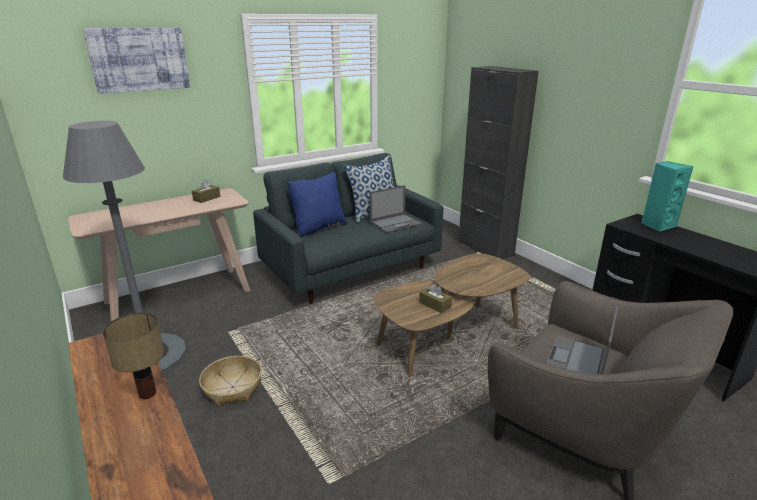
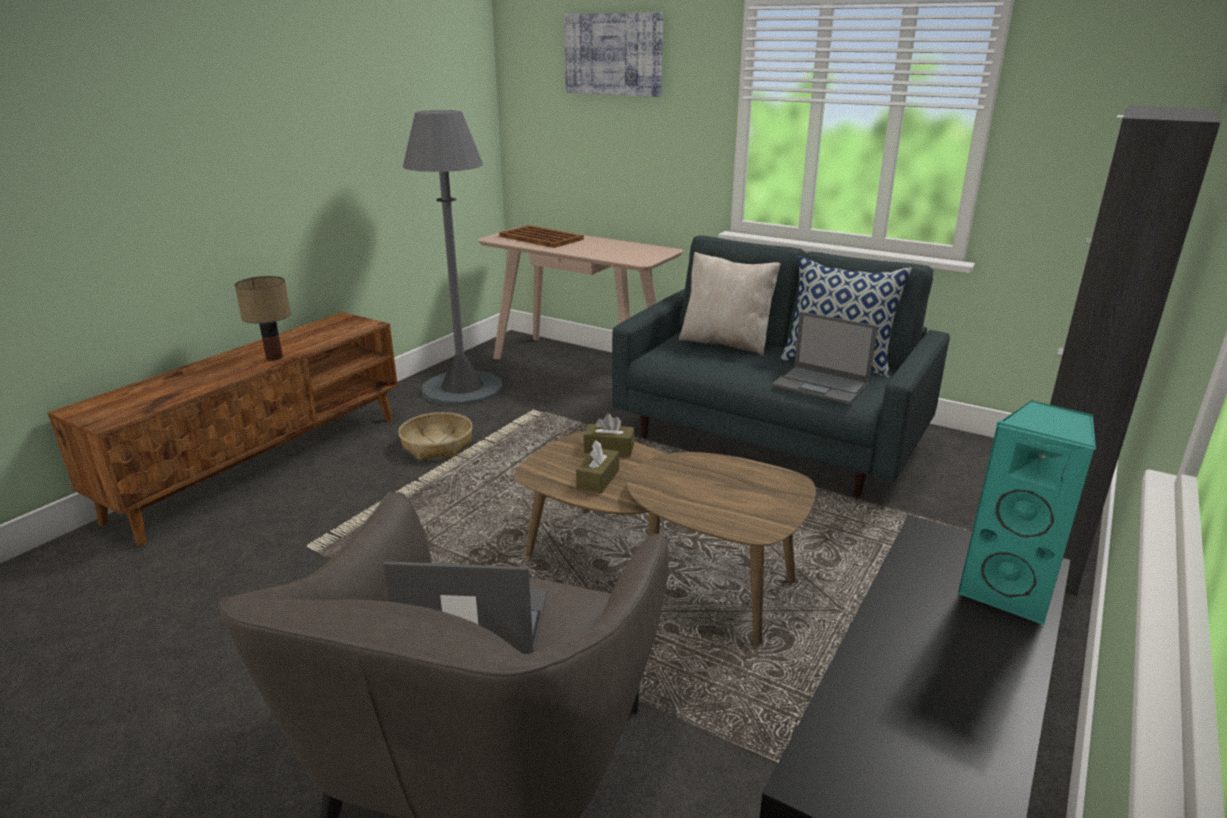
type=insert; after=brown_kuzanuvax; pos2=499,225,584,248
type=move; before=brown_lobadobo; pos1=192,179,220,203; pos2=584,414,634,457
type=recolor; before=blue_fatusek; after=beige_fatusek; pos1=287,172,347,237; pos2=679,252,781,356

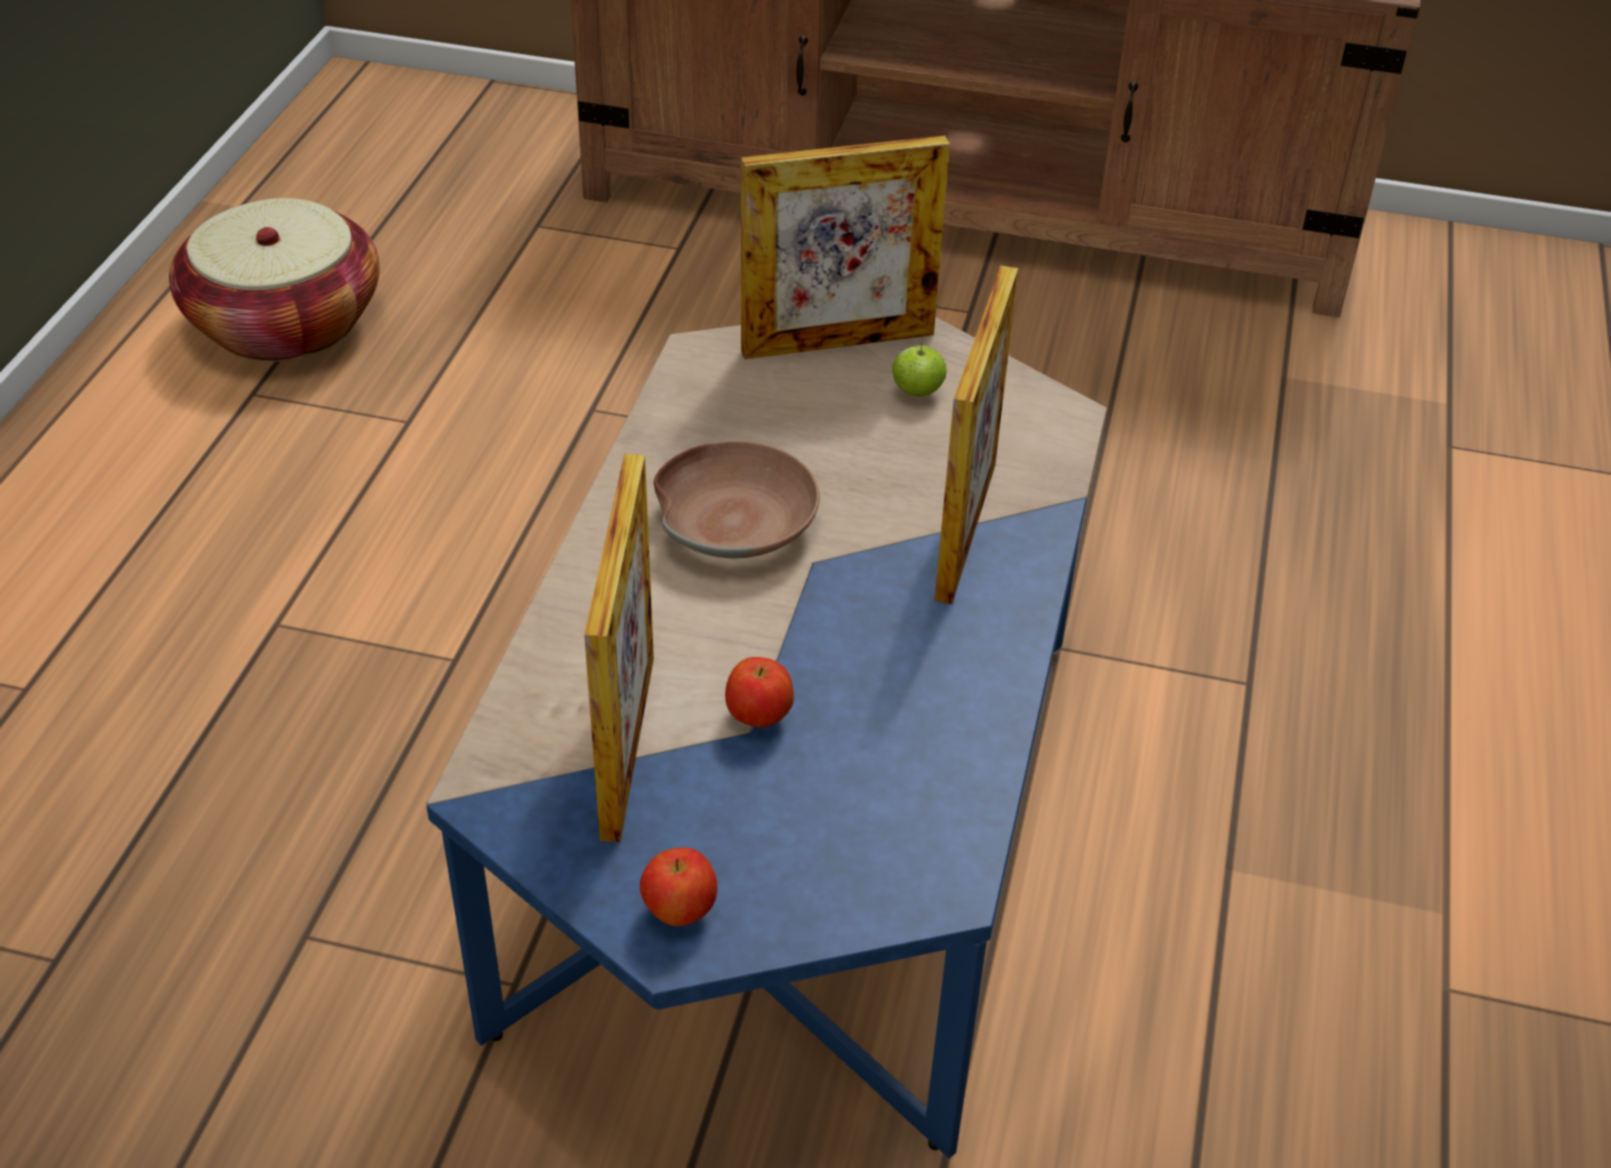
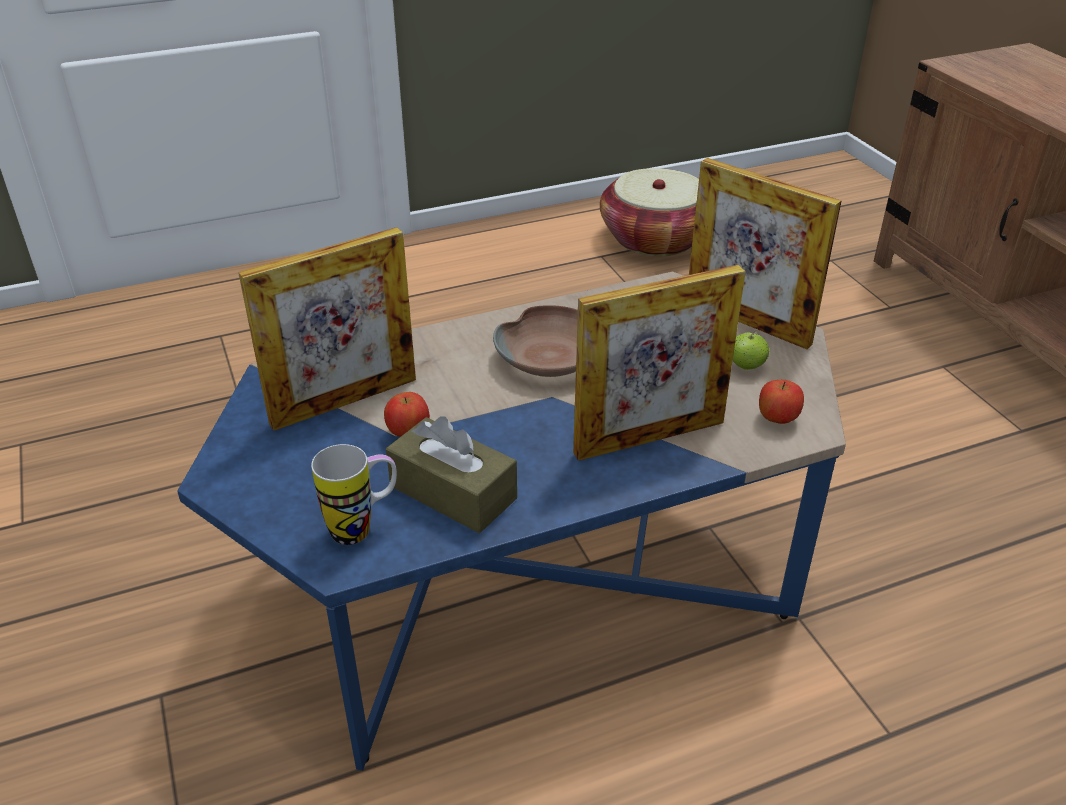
type=insert; after=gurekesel; pos2=311,444,397,545
type=insert; after=brown_lobadobo; pos2=386,416,517,533
type=move; before=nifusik; pos1=640,848,717,926; pos2=759,380,804,424

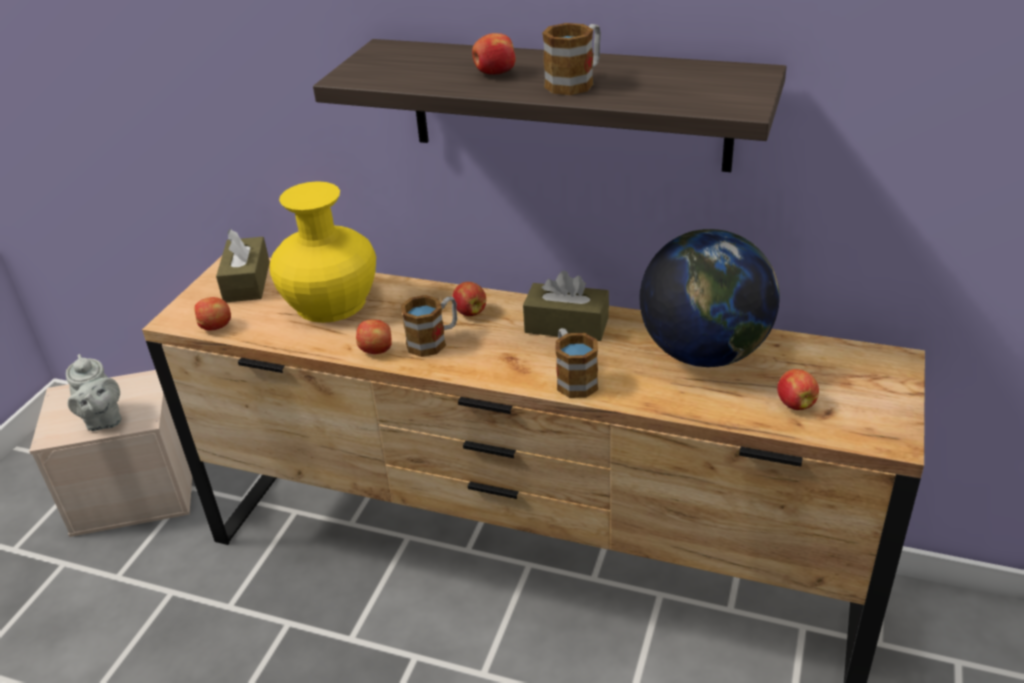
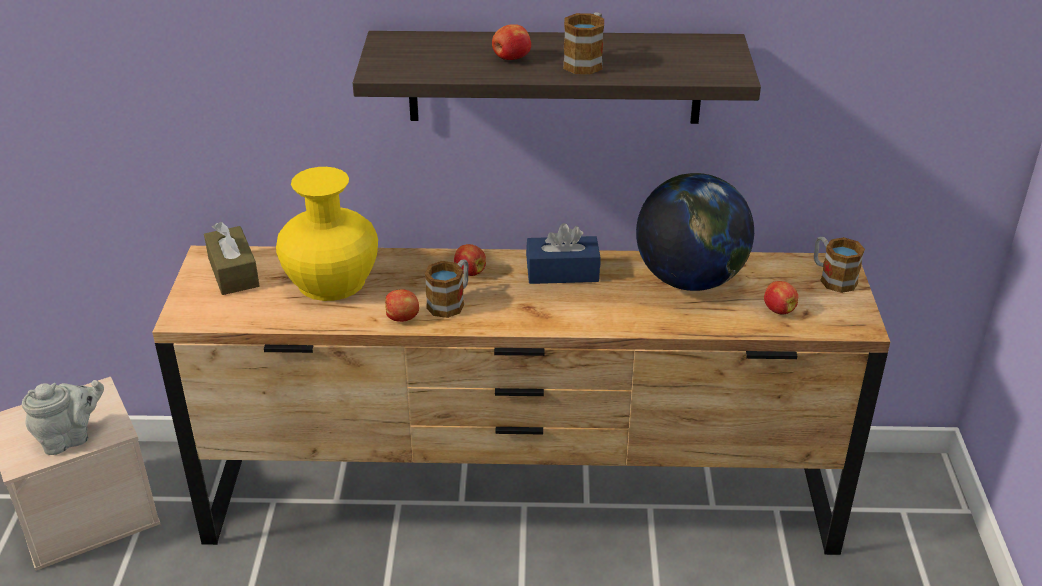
type=rotate; before=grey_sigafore; pos1=66,354,121,431; pos2=22,380,104,455; turn=-75
type=recolor; before=brown_lobadobo; after=blue_lobadobo; pos1=523,270,609,341; pos2=526,223,601,284
type=move; before=gurekesel; pos1=556,328,598,398; pos2=814,237,865,293
type=delete; before=nifusik; pos1=194,297,231,330

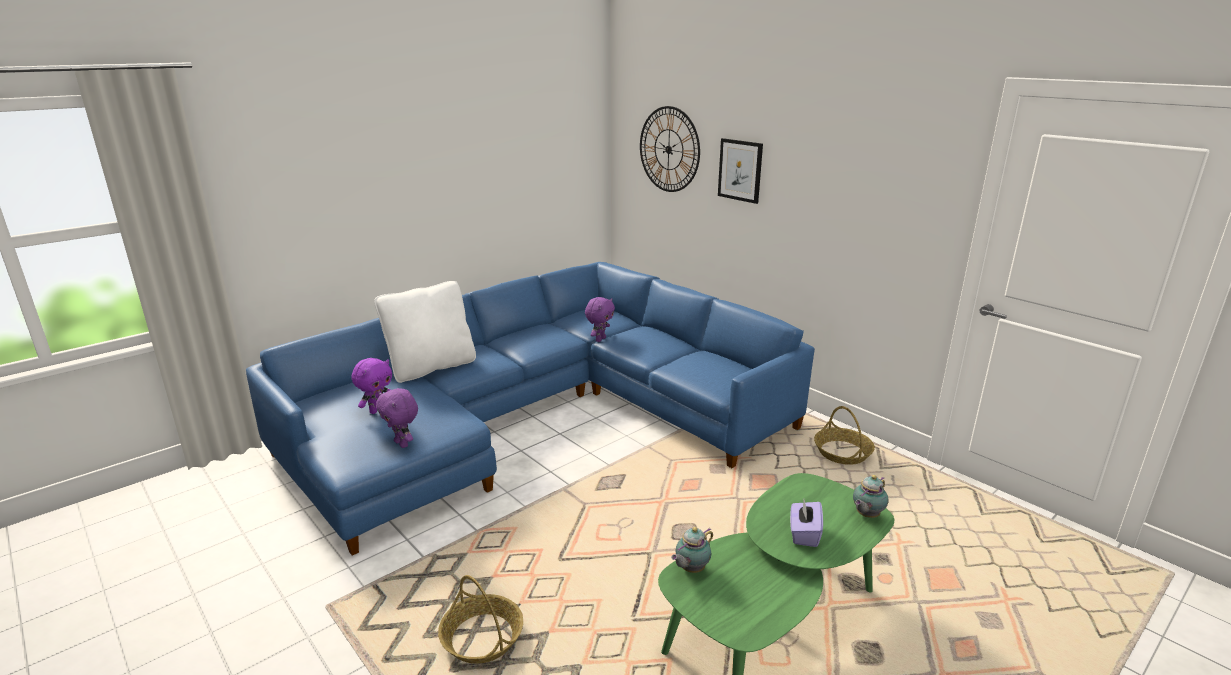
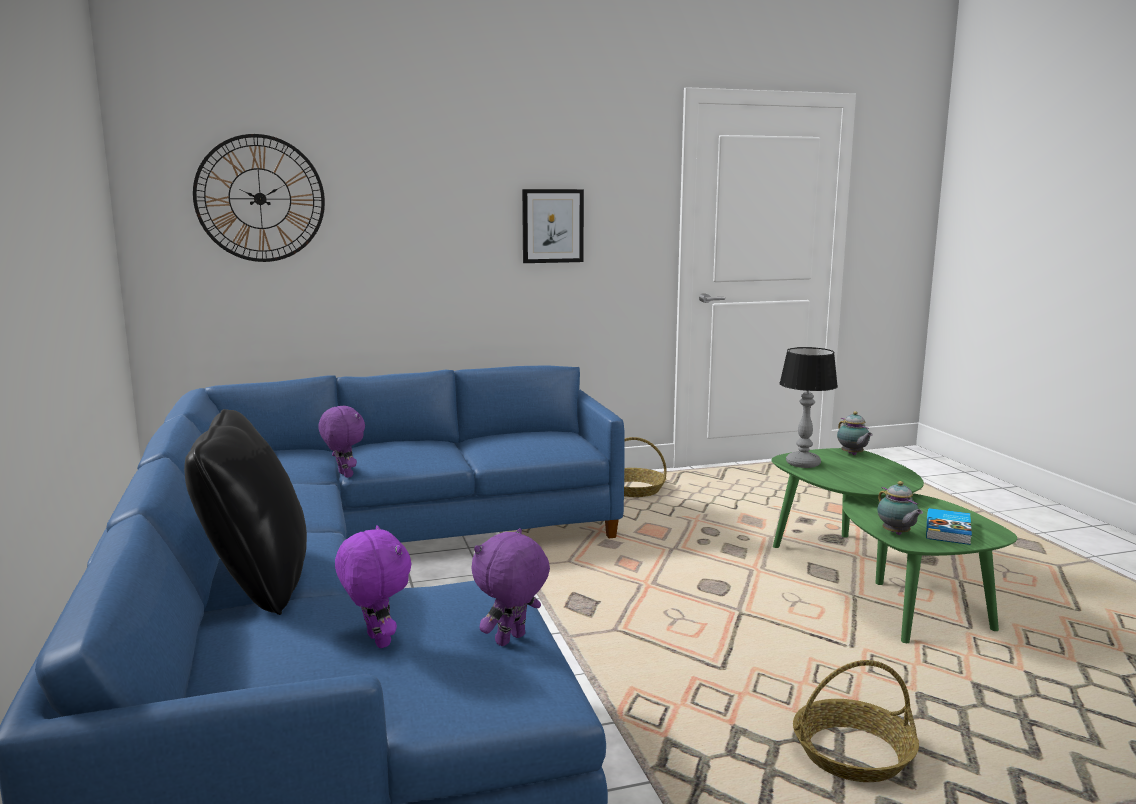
type=recolor; before=white_fatusek; after=black_fatusek; pos1=374,281,476,383; pos2=184,409,307,615
type=rotate; before=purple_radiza; pos1=376,388,418,448; pos2=471,528,550,646; turn=150
type=move; before=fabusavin; pos1=718,138,763,204; pos2=522,189,584,263
type=insert; after=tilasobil; pos2=779,347,838,468
type=insert; after=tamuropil; pos2=926,508,972,545
type=delete; before=purple_lobadobo; pos1=790,500,823,547

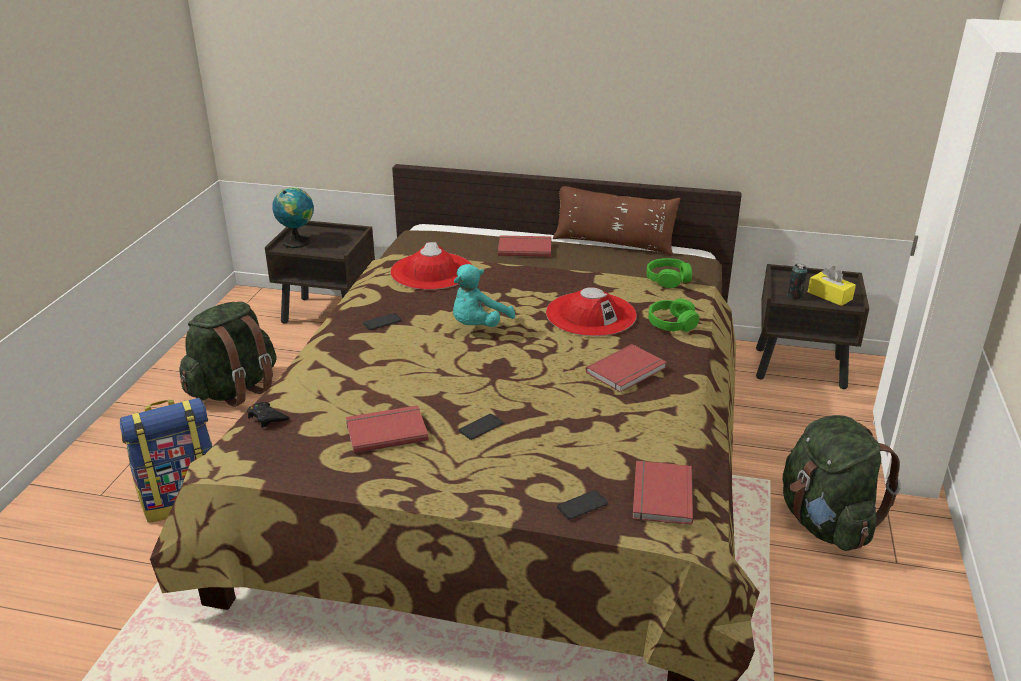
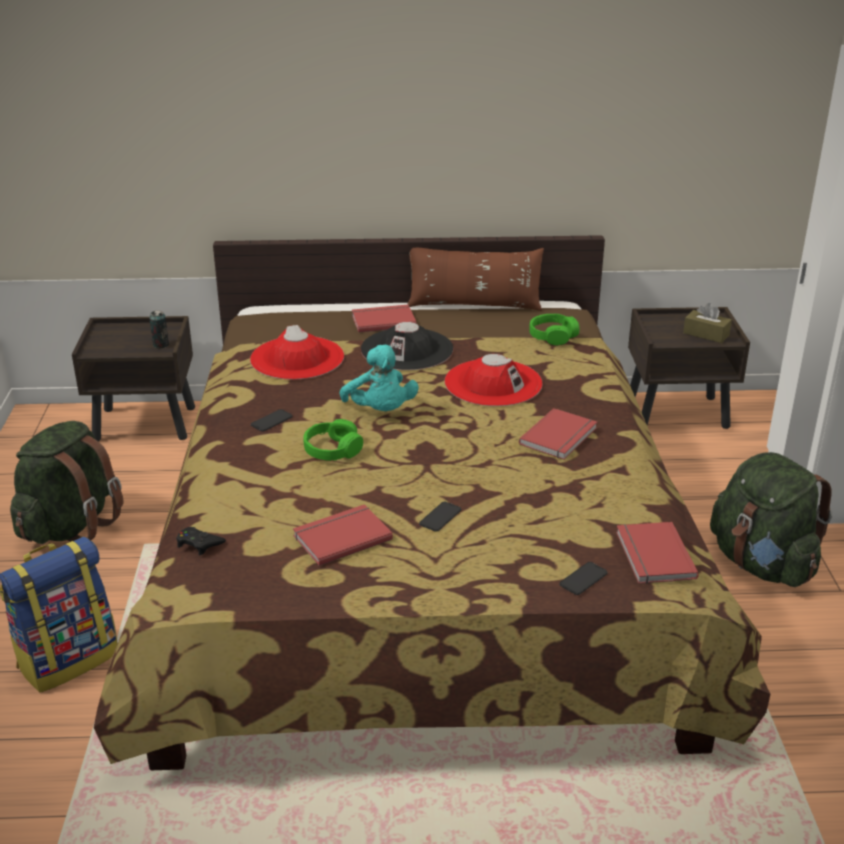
type=move; before=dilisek; pos1=788,264,807,300; pos2=149,310,169,348
type=move; before=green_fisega; pos1=648,299,699,332; pos2=304,419,363,461
type=rotate; before=turquoise_radiza; pos1=453,264,515,327; pos2=340,345,419,411; turn=-45
type=insert; after=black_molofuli; pos2=361,322,453,370
type=recolor; before=yellow_lobadobo; after=brown_lobadobo; pos1=808,266,856,306; pos2=683,303,732,343
type=delete; before=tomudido; pos1=272,187,314,248

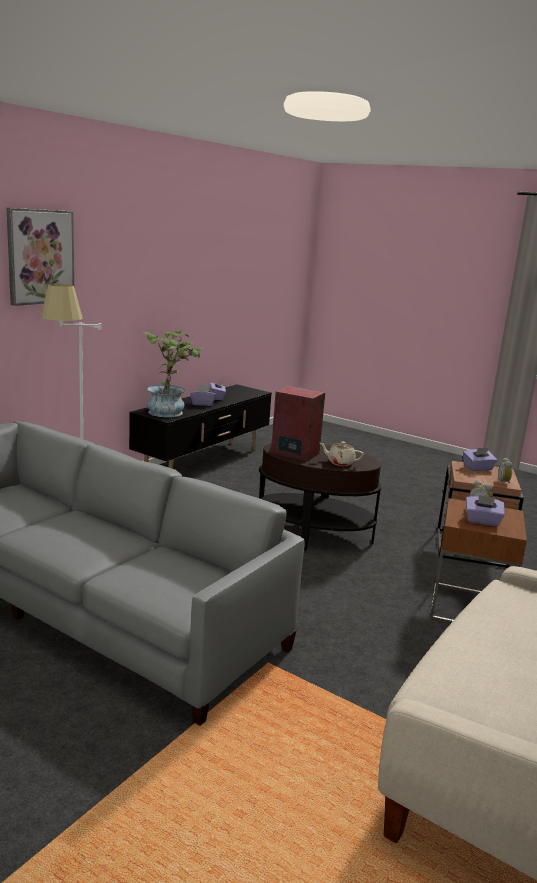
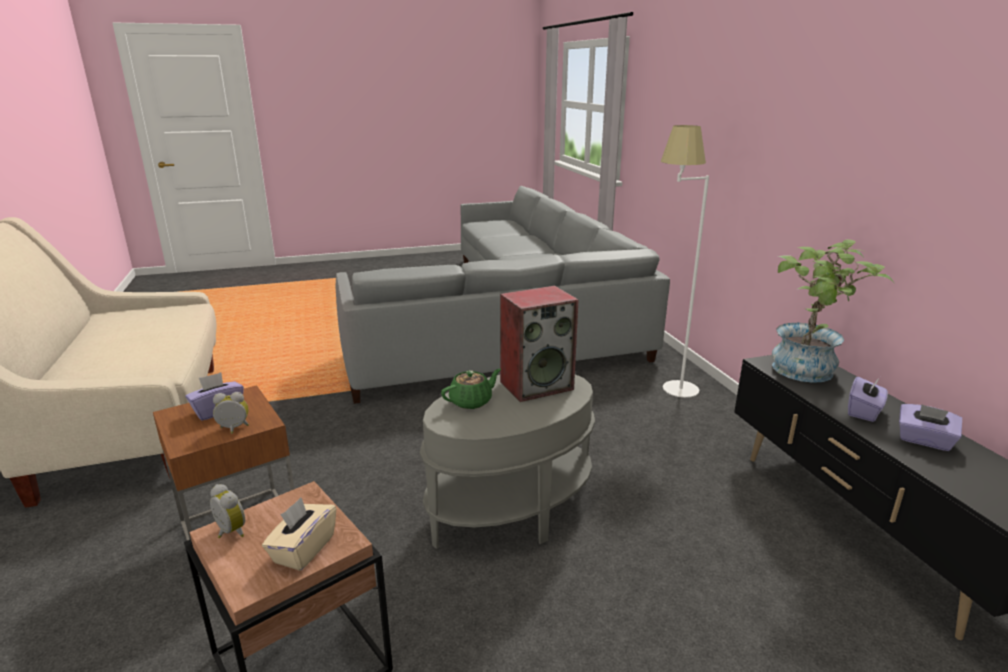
type=recolor; before=purple_lobadobo; after=beige_lobadobo; pos1=463,448,497,471; pos2=262,498,336,571
type=recolor; before=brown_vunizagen; after=grey_vunizagen; pos1=259,443,381,550; pos2=420,375,595,549
type=recolor; before=beige_sigafore; after=green_sigafore; pos1=320,442,364,466; pos2=441,369,501,409
type=delete; before=fabusavin; pos1=7,208,74,306

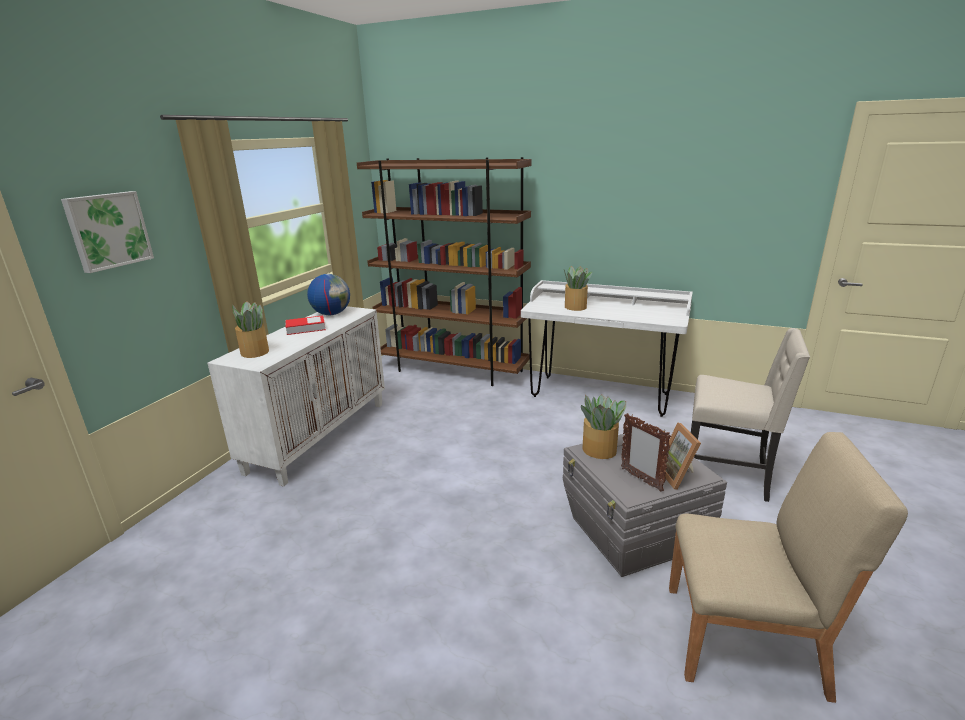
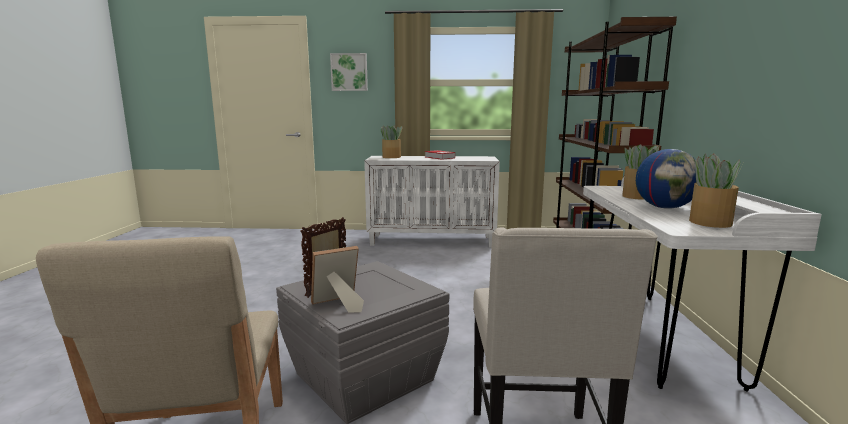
type=move; before=tomudido; pos1=307,274,350,315; pos2=636,149,697,209
type=move; before=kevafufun; pos1=581,394,627,459; pos2=689,153,745,228

